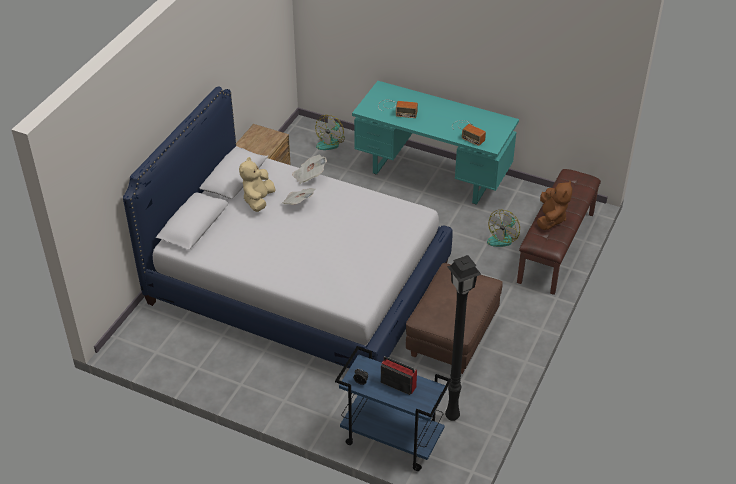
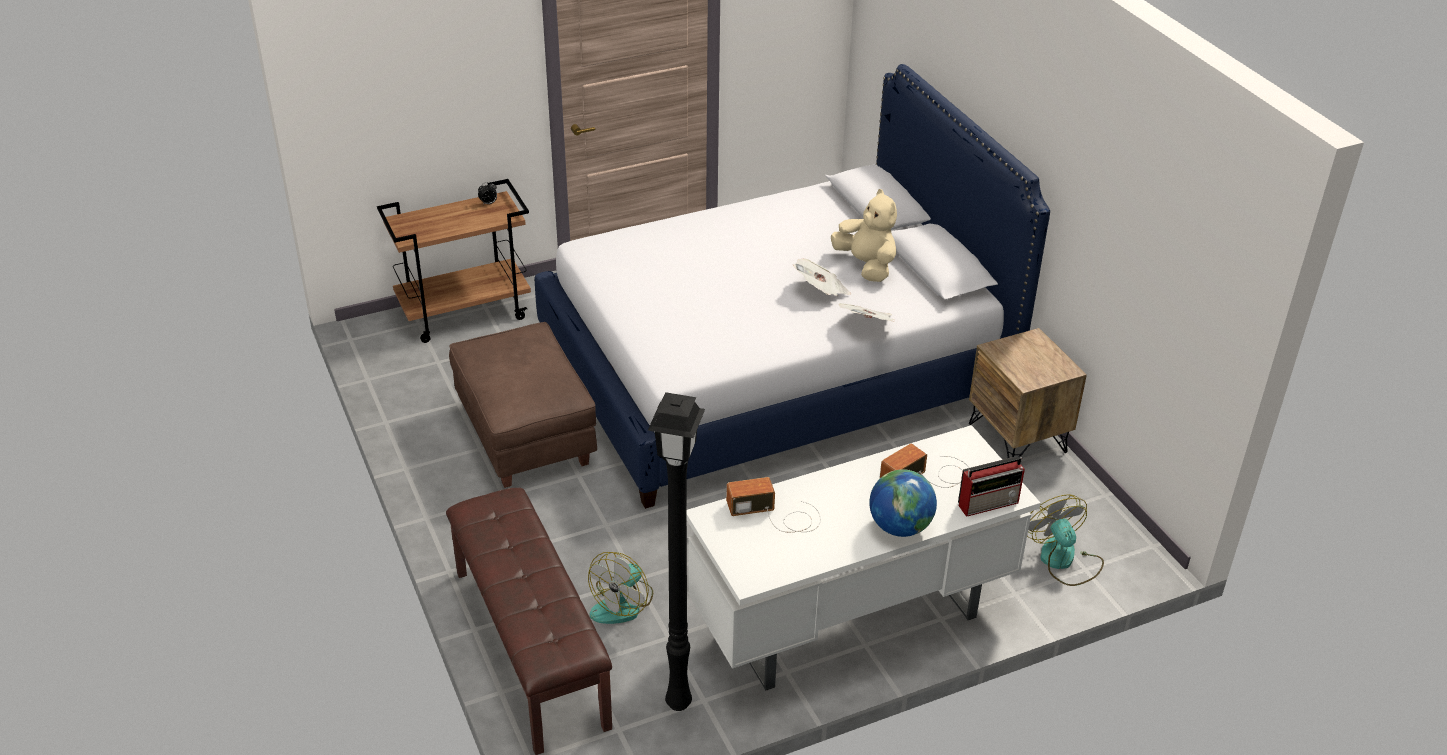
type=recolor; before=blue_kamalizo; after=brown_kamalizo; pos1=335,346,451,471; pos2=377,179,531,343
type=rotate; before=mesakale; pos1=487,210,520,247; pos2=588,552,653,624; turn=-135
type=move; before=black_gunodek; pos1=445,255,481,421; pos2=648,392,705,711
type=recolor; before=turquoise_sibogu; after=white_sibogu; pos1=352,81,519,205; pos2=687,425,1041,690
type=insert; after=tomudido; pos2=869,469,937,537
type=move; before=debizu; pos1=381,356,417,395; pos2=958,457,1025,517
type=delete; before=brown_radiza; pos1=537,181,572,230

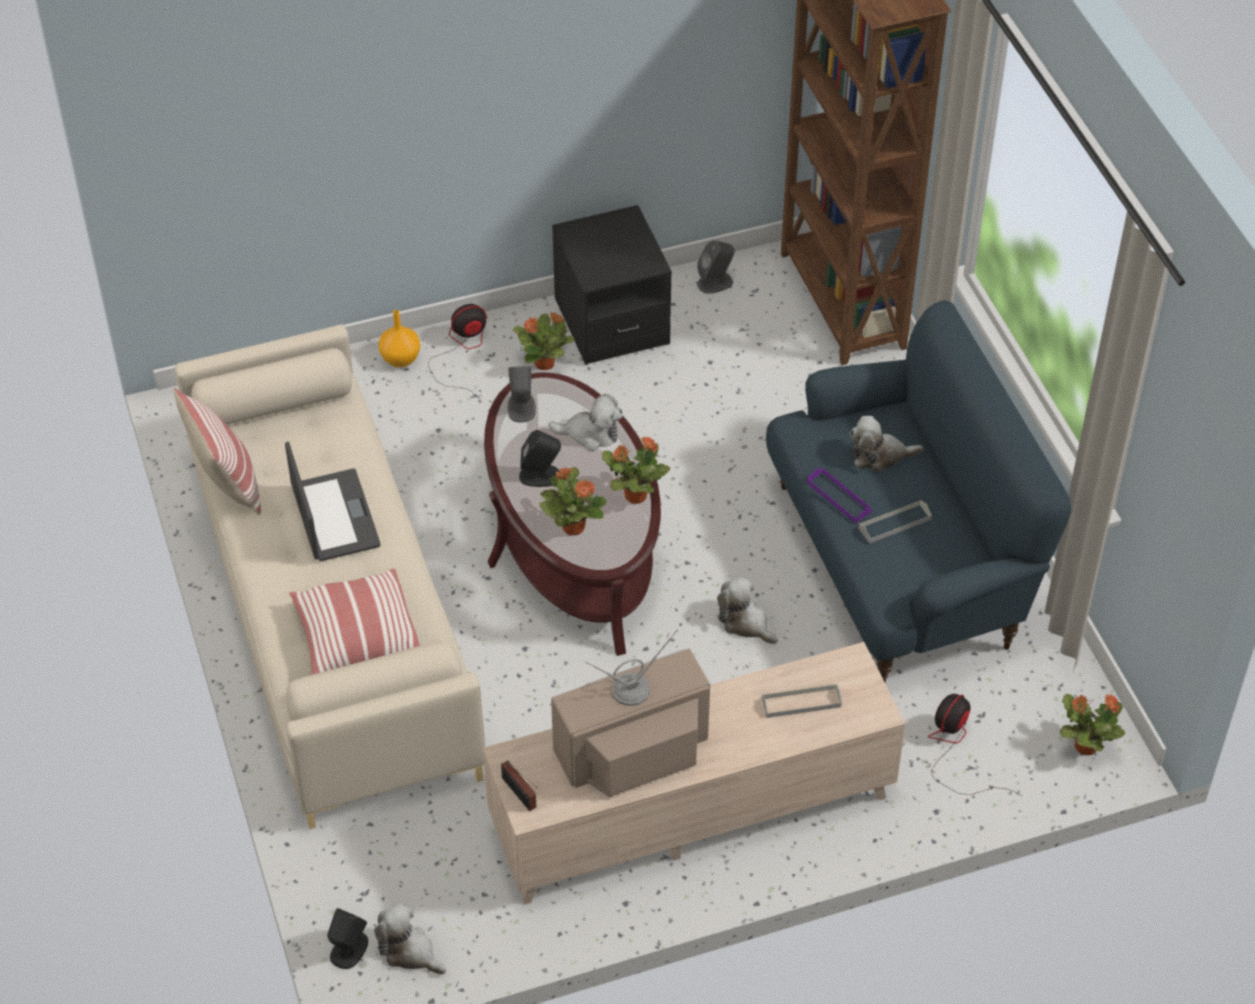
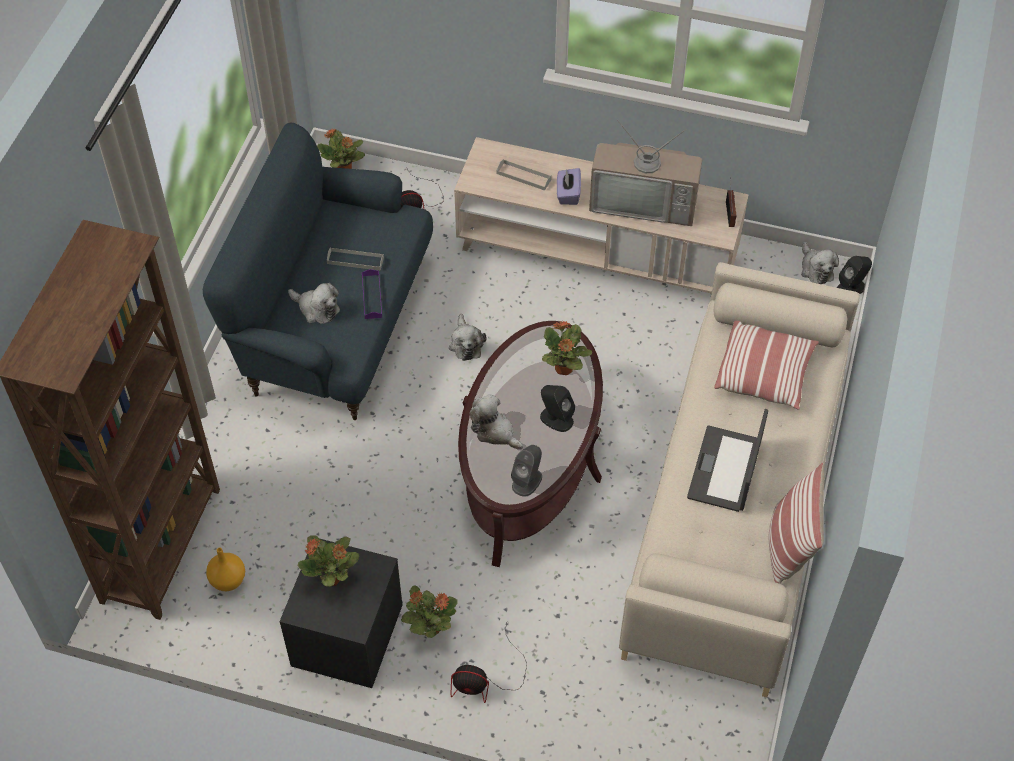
type=move; before=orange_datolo; pos1=379,310,420,367; pos2=206,547,245,591
type=move; before=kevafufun; pos1=602,436,670,504; pos2=298,535,360,587
type=insert; after=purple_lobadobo; pos2=557,168,581,205
type=delete; before=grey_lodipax; pos1=697,240,735,294

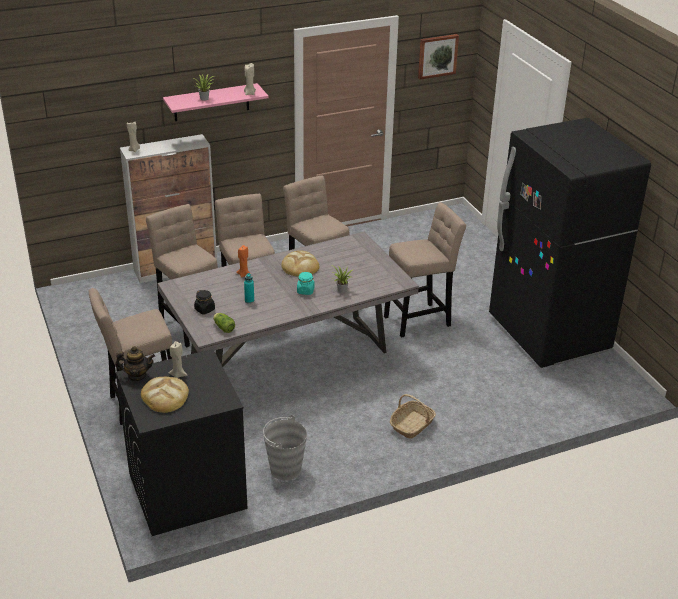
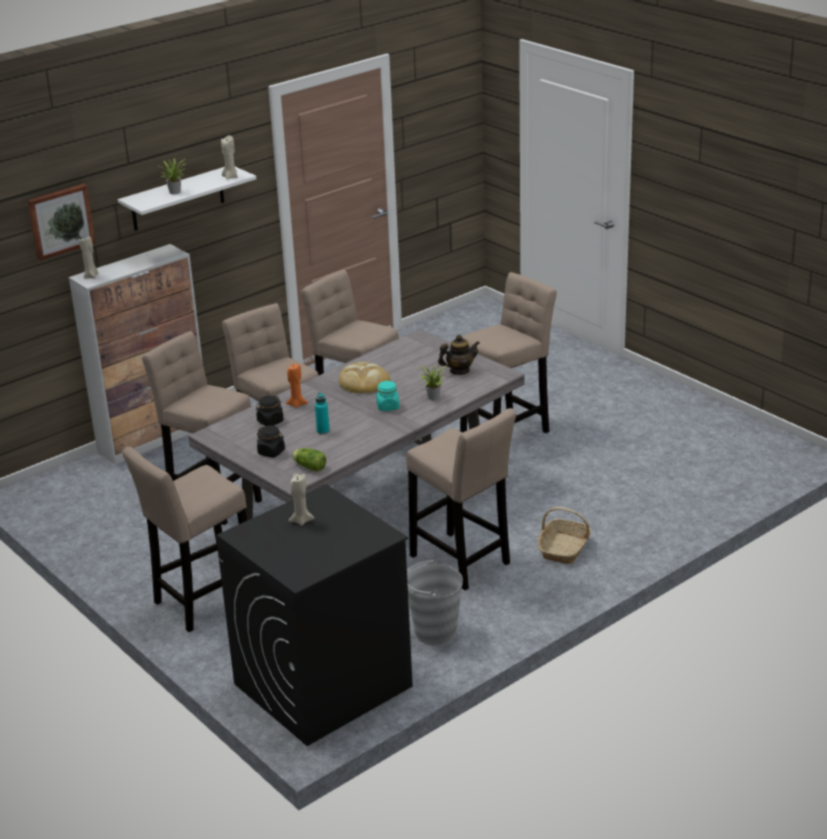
type=move; before=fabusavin; pos1=418,34,459,79; pos2=27,184,95,261
type=recolor; before=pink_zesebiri; after=white_zesebiri; pos1=163,83,268,121; pos2=118,167,256,231
type=insert; after=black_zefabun; pos2=256,395,284,426
type=insert; after=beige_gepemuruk; pos2=406,408,516,590
type=move; before=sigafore; pos1=115,346,155,381; pos2=438,335,480,375
type=delete; before=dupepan; pos1=141,377,189,413
type=delete; before=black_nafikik; pos1=489,118,651,368

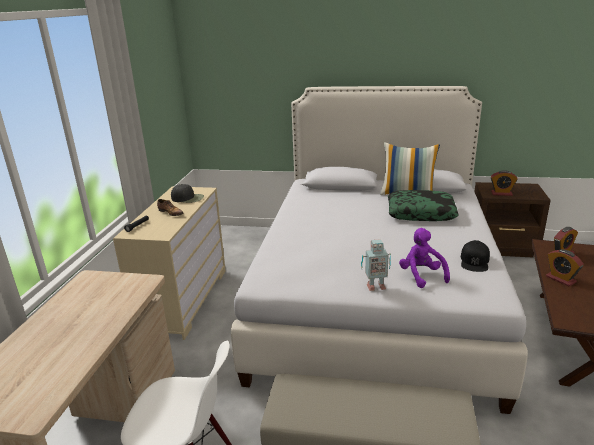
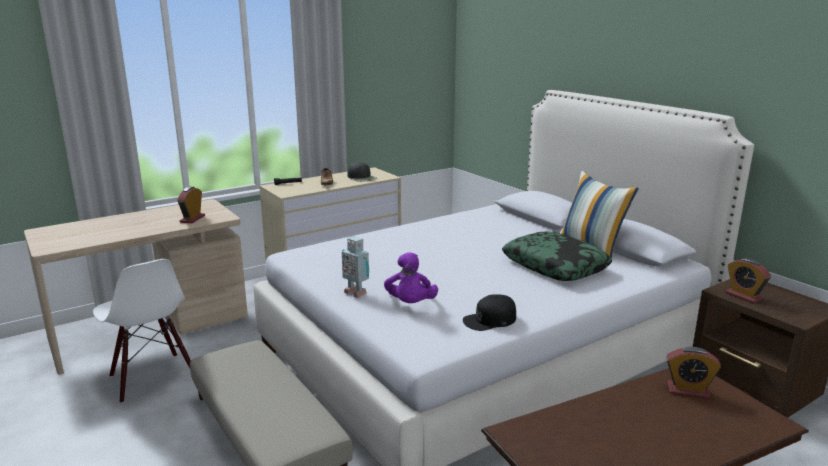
type=move; before=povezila; pos1=546,249,584,286; pos2=177,187,205,223
type=rotate; before=purple_radiza; pos1=399,228,450,288; pos2=384,252,438,303; turn=150

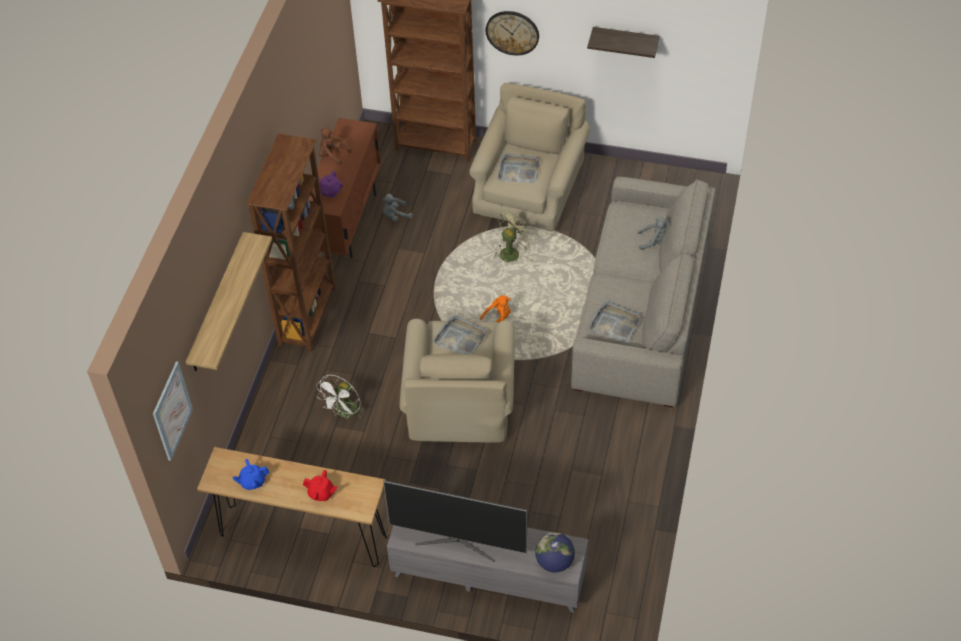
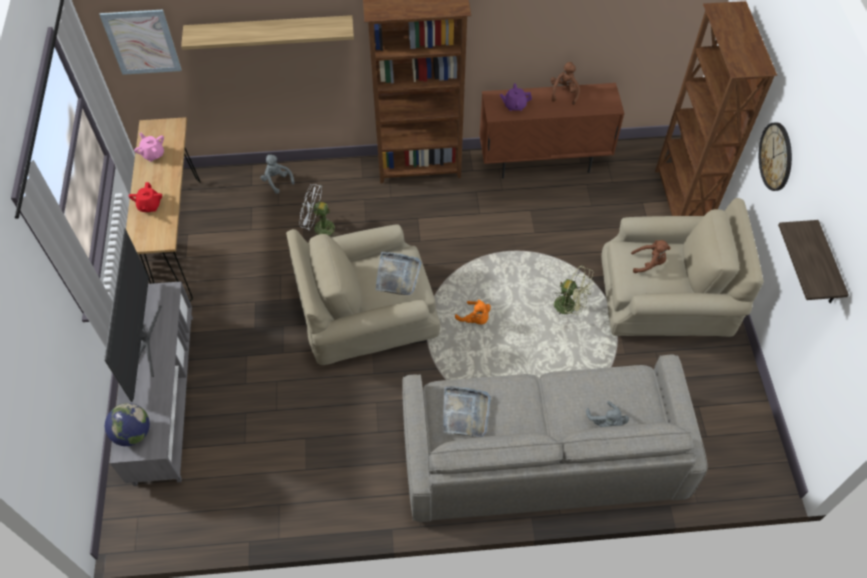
type=recolor; before=blue_sigafore; after=pink_sigafore; pos1=232,459,269,490; pos2=134,133,164,162
type=move; before=grey_radiza; pos1=382,194,413,222; pos2=261,154,295,194
type=replace; before=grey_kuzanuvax; after=brown_radiza; pos1=498,153,540,183; pos2=631,240,671,273

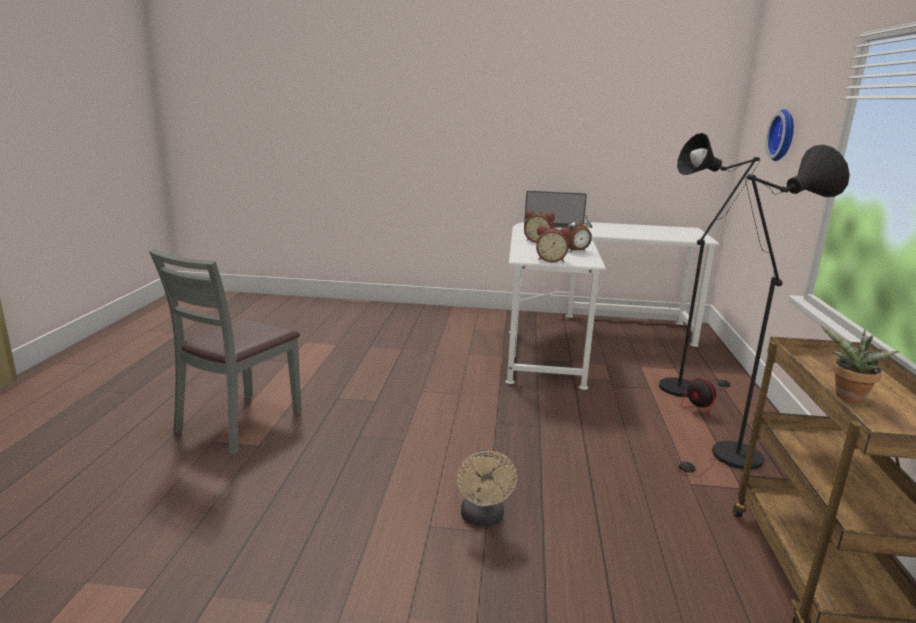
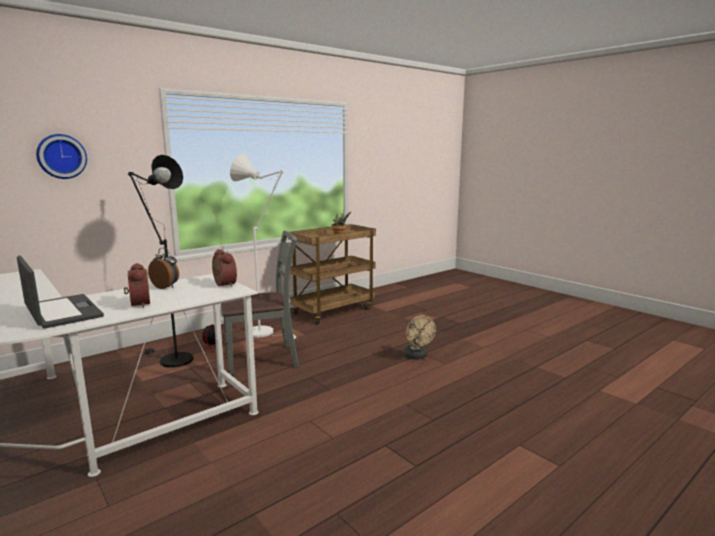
type=move; before=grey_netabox; pos1=149,249,302,455; pos2=221,230,299,375
type=recolor; before=black_gunodek; after=white_gunodek; pos1=678,145,850,476; pos2=230,154,300,339
type=rotate; before=beige_mesakale; pos1=457,449,517,527; pos2=403,316,436,360; turn=120

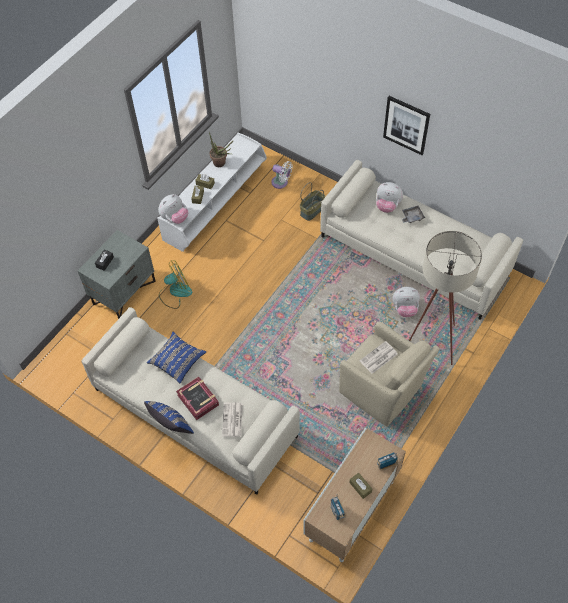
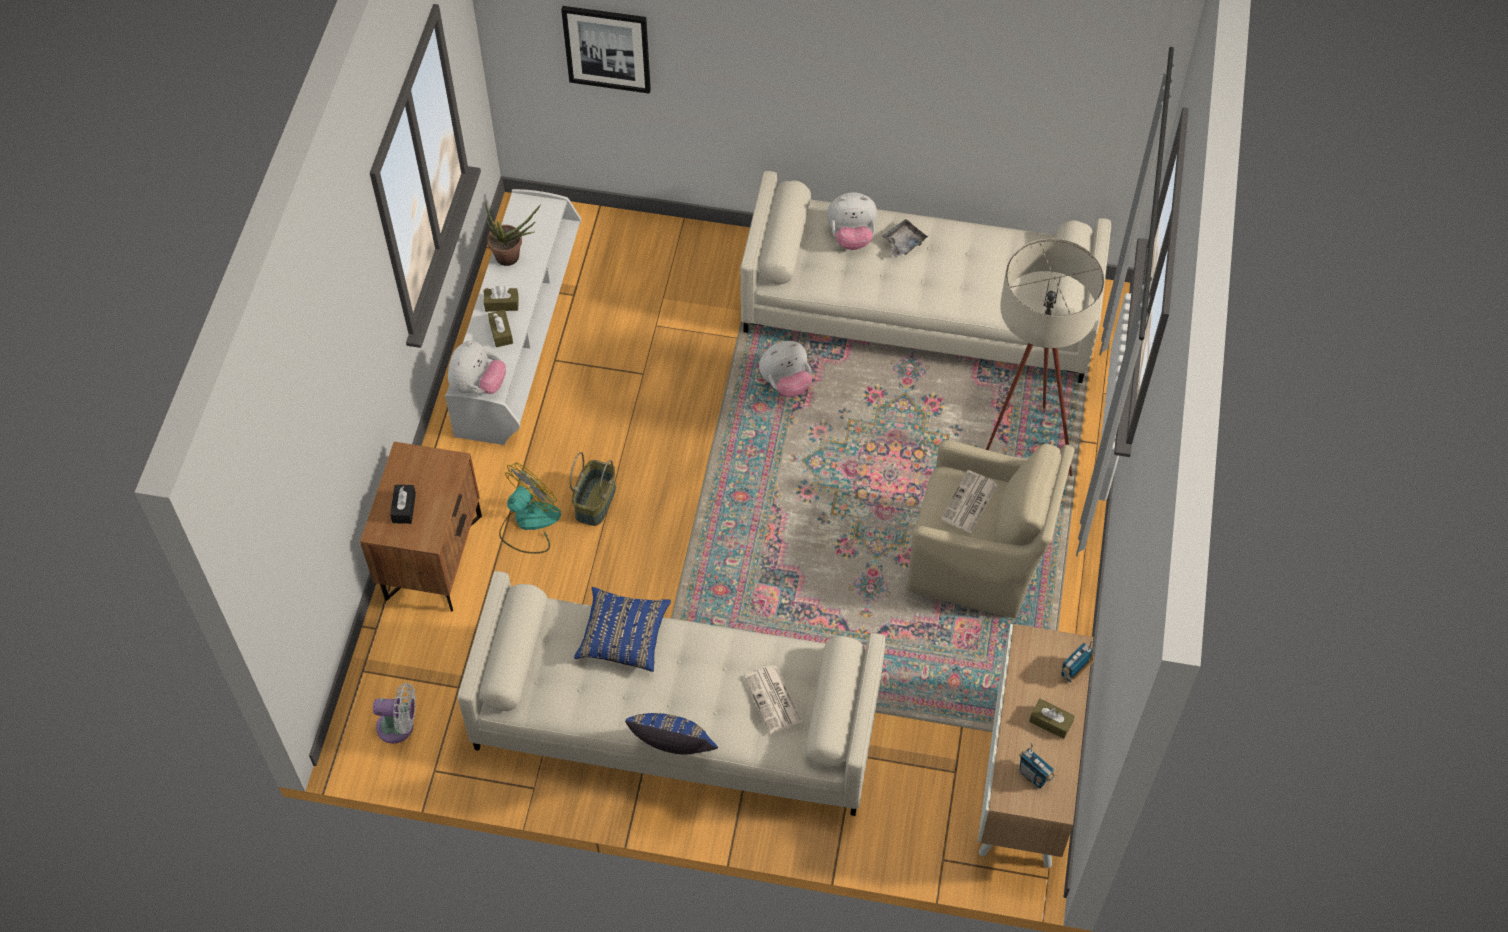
type=recolor; before=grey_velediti; after=brown_velediti; pos1=78,230,156,319; pos2=360,442,482,612
type=move; before=white_mesakale; pos1=271,161,293,189; pos2=373,683,416,744
type=move; before=fabusavin; pos1=383,96,430,155; pos2=561,6,651,94
type=move; before=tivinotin; pos1=300,182,325,221; pos2=570,452,616,526
type=move; before=radiza; pos1=393,287,420,317; pos2=759,341,812,397
type=delete; before=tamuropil; pos1=176,377,219,420

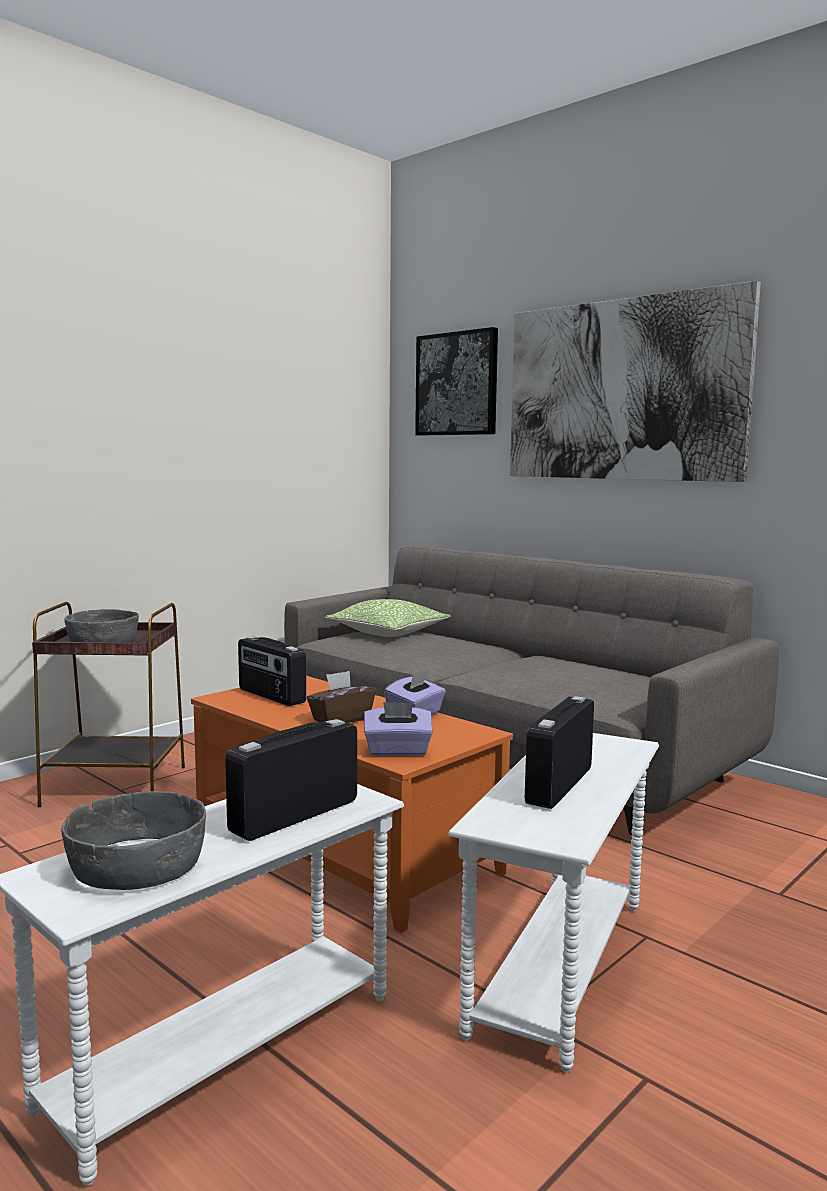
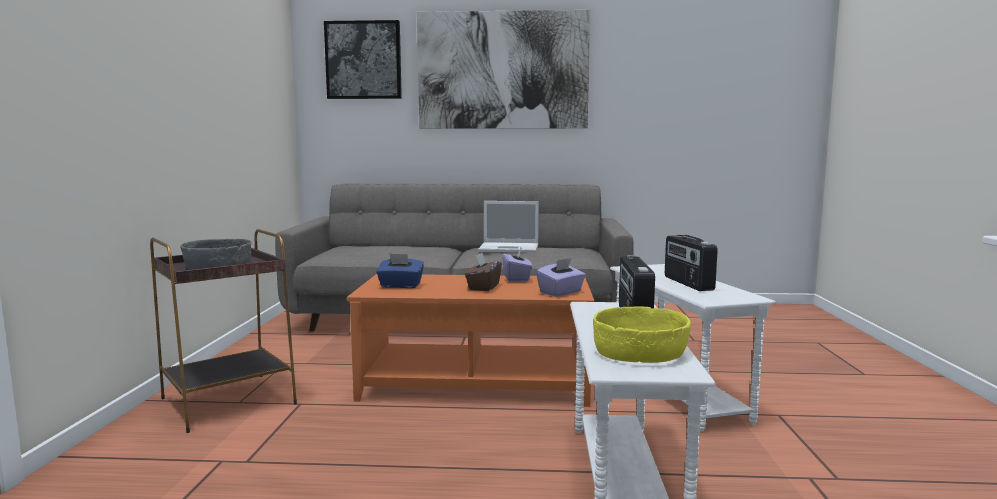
type=replace; before=debizu; after=blue_lobadobo; pos1=238,636,306,706; pos2=376,253,424,288
type=insert; after=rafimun; pos2=478,201,539,253
type=recolor; before=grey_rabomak; after=yellow_rabomak; pos1=61,791,206,890; pos2=593,306,691,363
type=delete; before=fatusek; pos1=325,599,451,637

